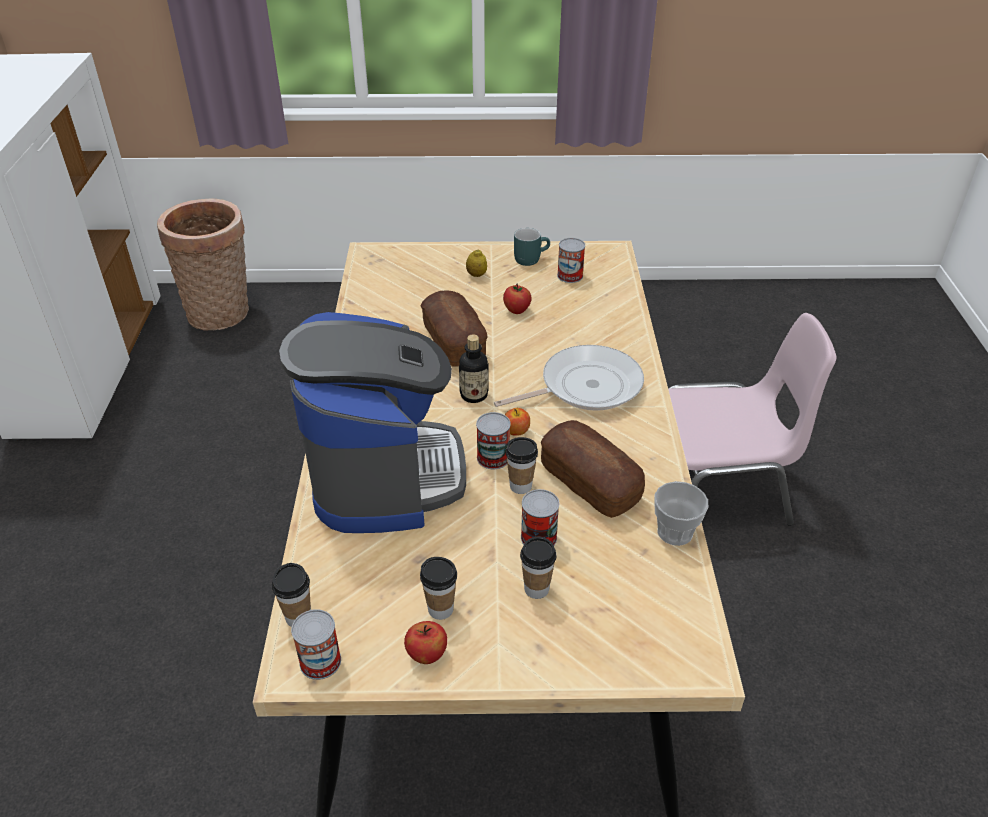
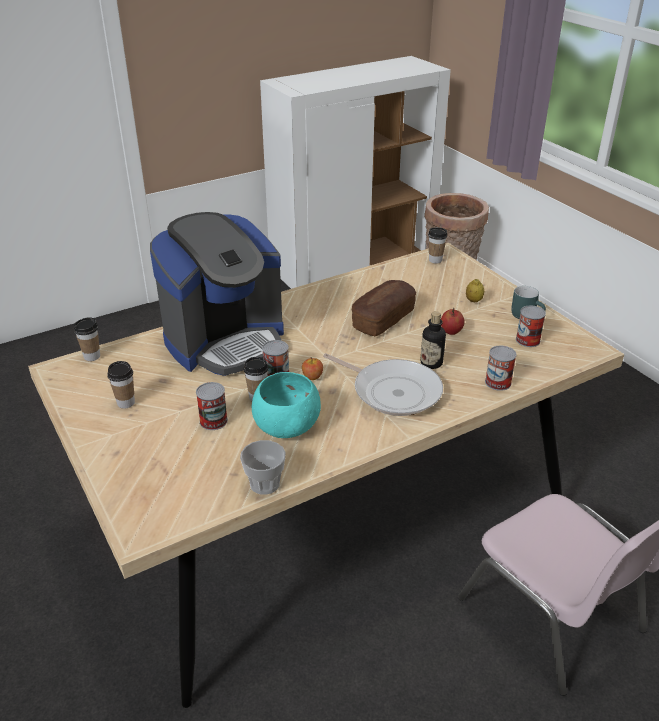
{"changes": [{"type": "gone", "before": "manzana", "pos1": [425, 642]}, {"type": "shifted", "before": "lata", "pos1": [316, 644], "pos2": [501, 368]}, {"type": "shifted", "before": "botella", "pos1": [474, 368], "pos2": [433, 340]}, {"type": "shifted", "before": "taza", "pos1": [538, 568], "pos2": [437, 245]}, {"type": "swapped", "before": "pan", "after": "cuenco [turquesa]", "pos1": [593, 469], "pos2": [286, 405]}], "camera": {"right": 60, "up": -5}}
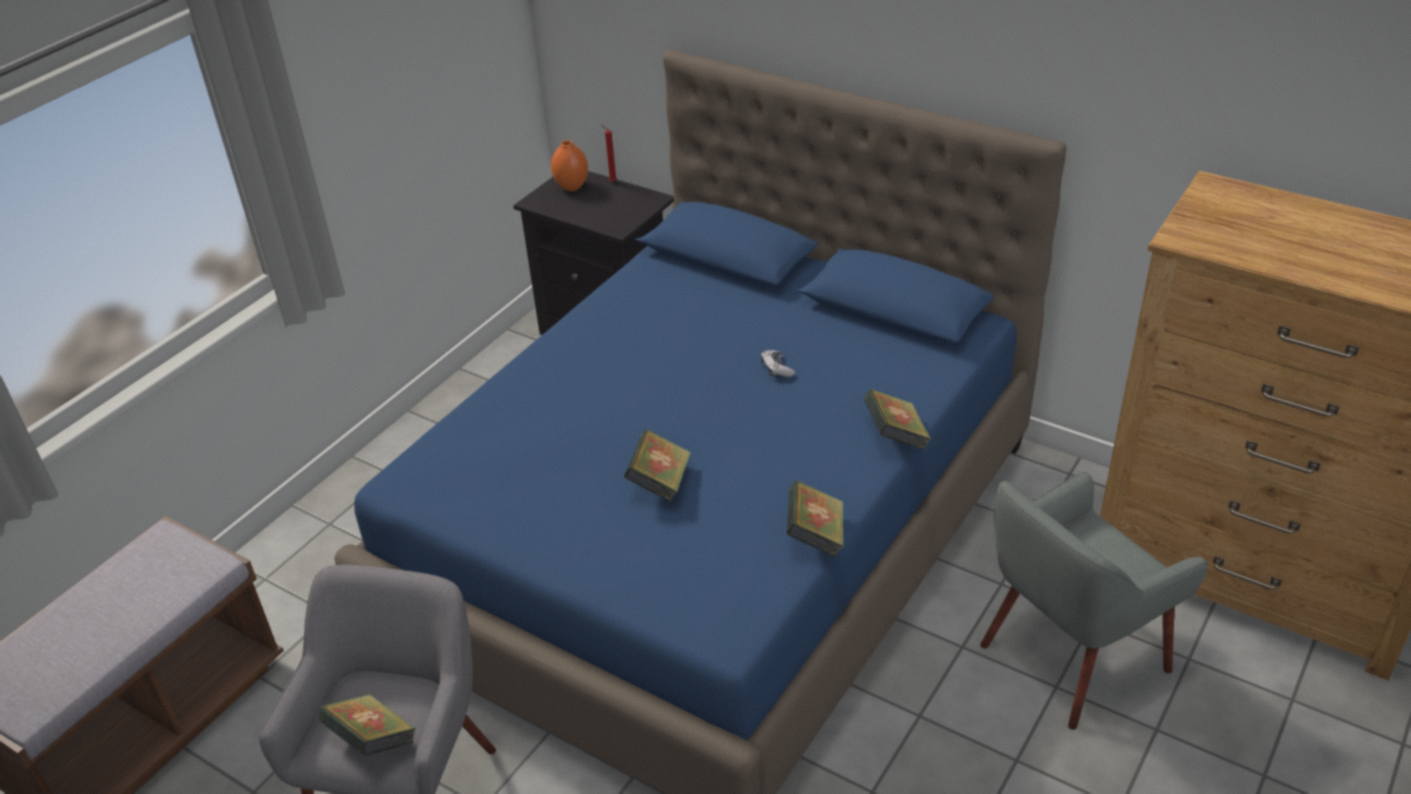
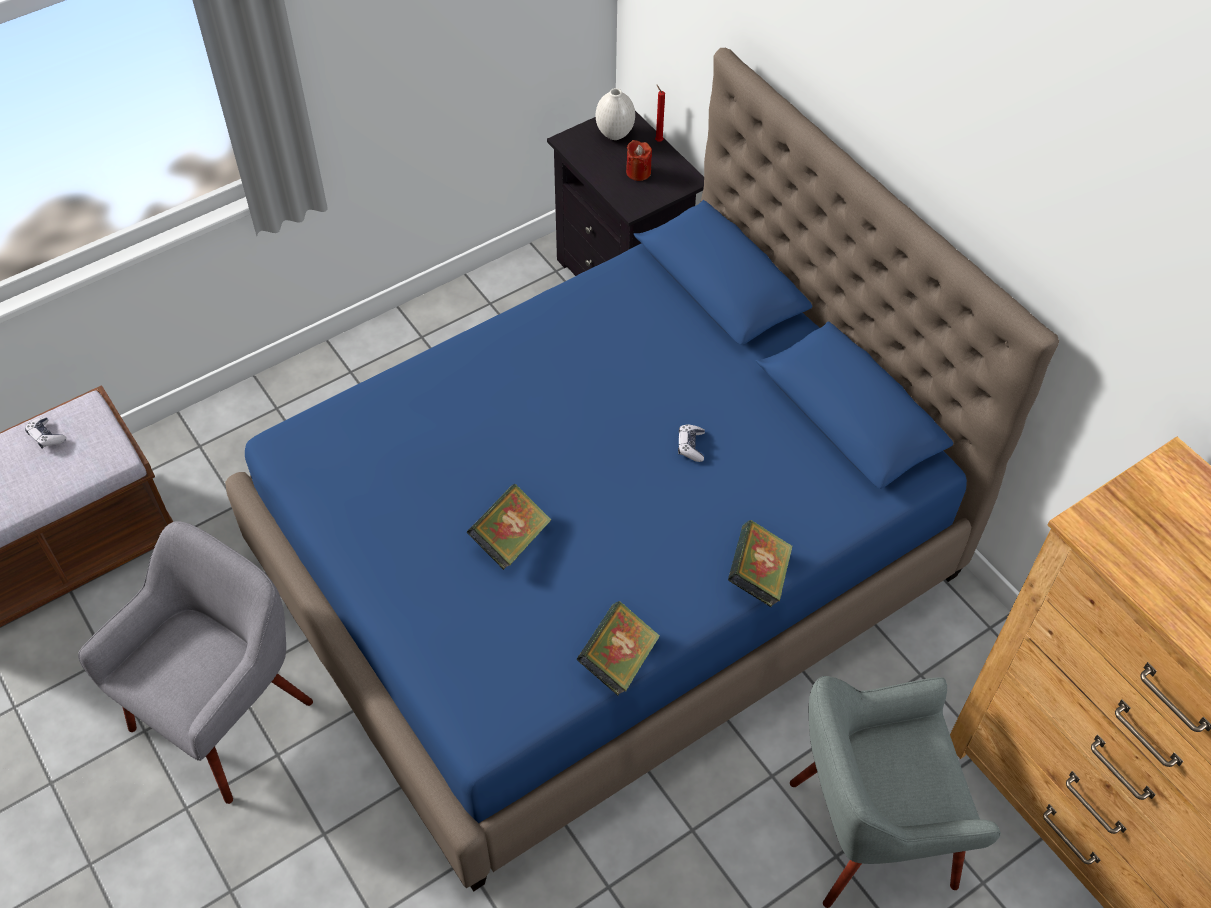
{"changes": [{"type": "gone", "before": "libro", "pos1": [367, 725]}, {"type": "new", "after": "mando de consola", "pos2": [45, 433]}, {"type": "new", "after": "vela [rojo]", "pos2": [639, 160]}, {"type": "repainted", "before": "florero [naranja]", "after": "florero [blanco]", "pos1": [569, 165], "pos2": [615, 114]}], "camera": {"right": 20, "up": 15}}
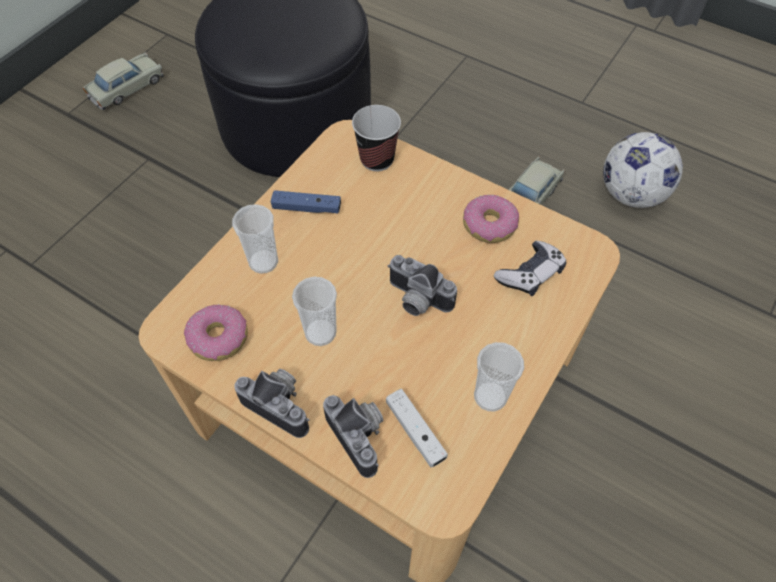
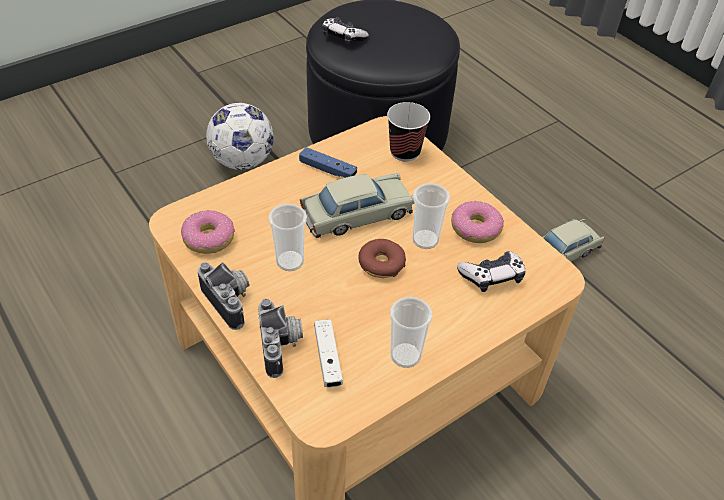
{"changes": [{"type": "new", "after": "mando de consola", "pos2": [345, 31]}, {"type": "shifted", "before": "coche de juguete [beis]", "pos1": [123, 81], "pos2": [357, 205]}, {"type": "shifted", "before": "taza", "pos1": [255, 239], "pos2": [431, 216]}, {"type": "shifted", "before": "balón de fútbol", "pos1": [643, 170], "pos2": [240, 136]}, {"type": "swapped", "before": "cámara", "after": "rosquilla", "pos1": [422, 285], "pos2": [382, 258]}], "camera": {"right": 20, "up": -10}}
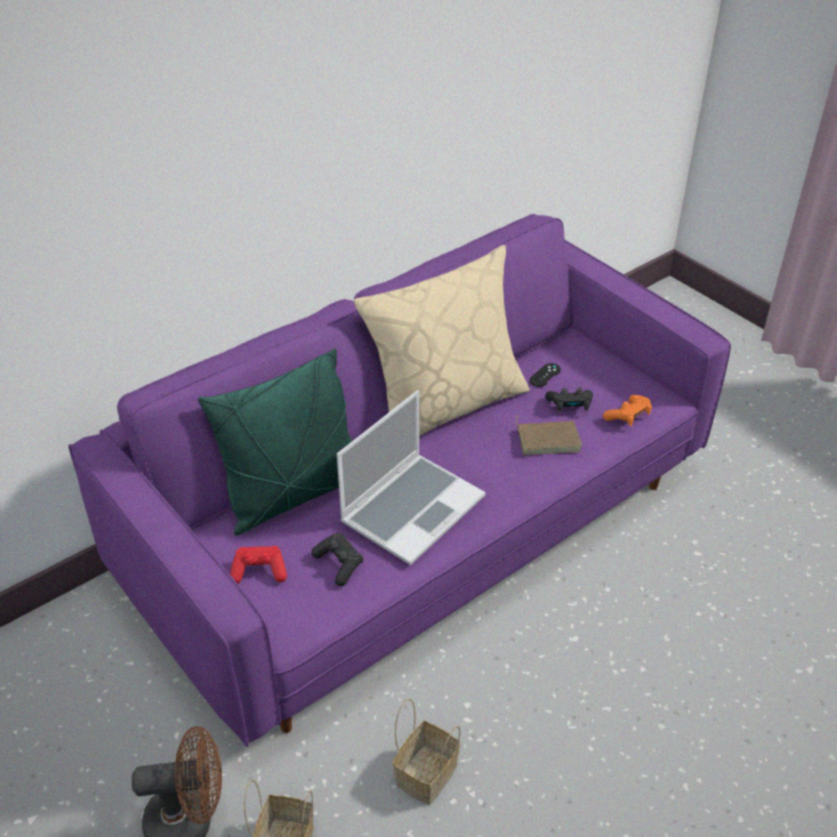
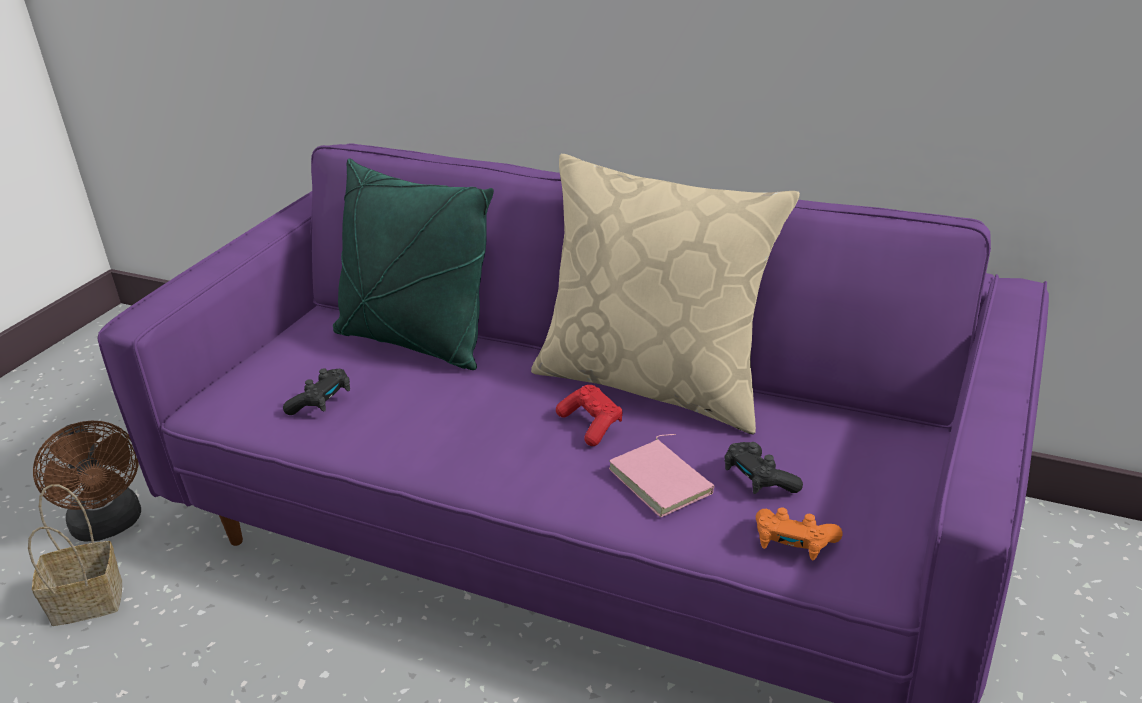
{"changes": [{"type": "gone", "before": "portátil", "pos1": [411, 477]}, {"type": "gone", "before": "cesta", "pos1": [426, 751]}, {"type": "gone", "before": "mando de consola [negro]", "pos1": [545, 375]}, {"type": "shifted", "before": "mando de consola [rojo]", "pos1": [258, 564], "pos2": [589, 415]}, {"type": "repainted", "before": "libro [marrón]", "after": "libro [rosa]", "pos1": [549, 435], "pos2": [661, 475]}], "camera": {"right": 65, "up": -10}}
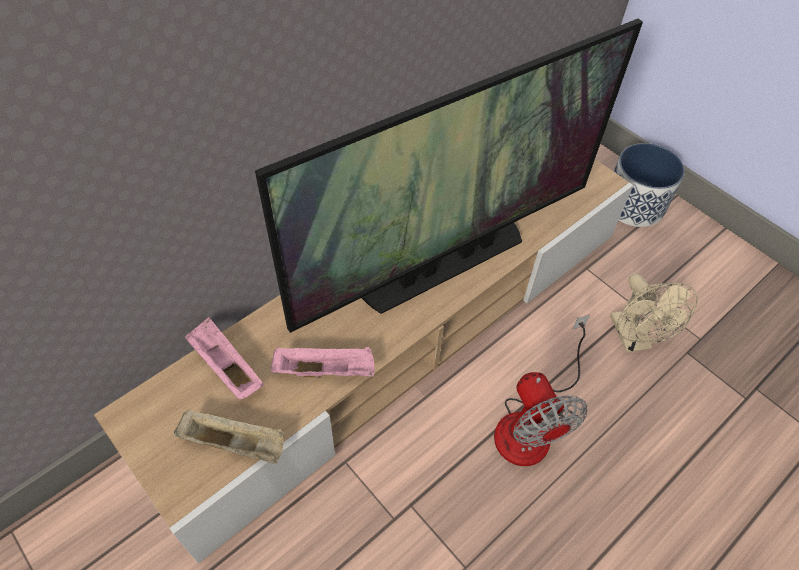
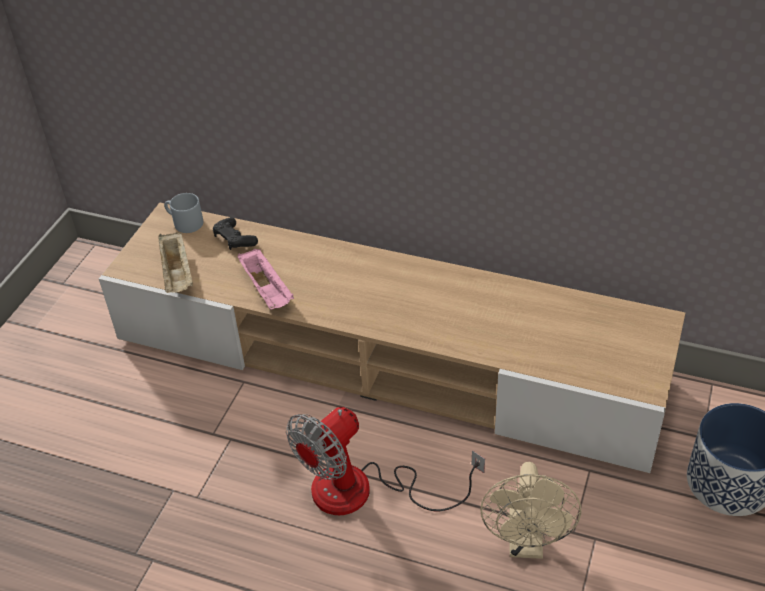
{"changes": [{"type": "gone", "before": "televisor", "pos1": [449, 175]}, {"type": "new", "after": "taza grande [gris]", "pos2": [183, 213]}, {"type": "swapped", "before": "bandeja [rosa]", "after": "mando de consola [negro]", "pos1": [224, 358], "pos2": [235, 233]}, {"type": "rotated", "before": "ventilador [beis]", "pos1": [654, 313], "pos2": [530, 510], "turn": -45}], "camera": {"right": 65, "up": -10}}
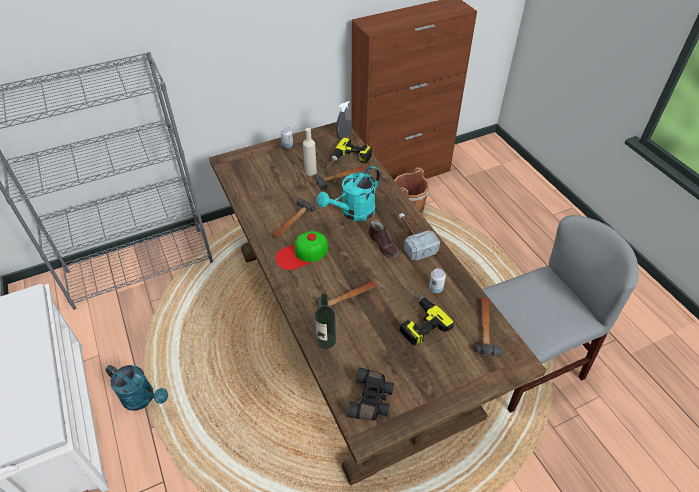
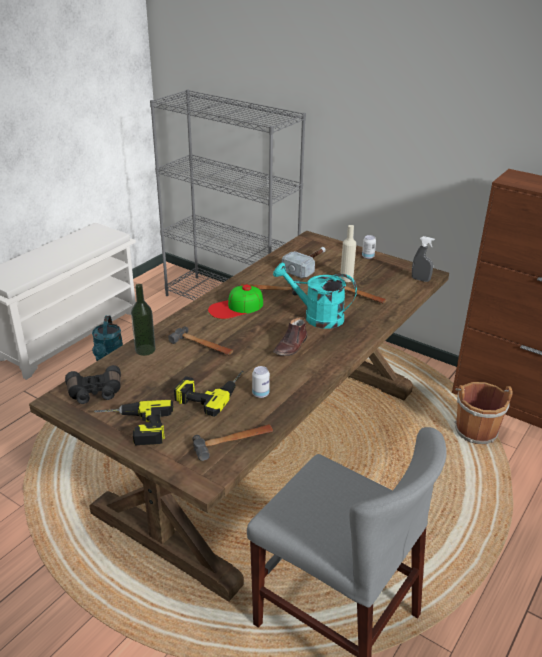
{"changes": [{"type": "shifted", "before": "taladro", "pos1": [349, 153], "pos2": [133, 423]}, {"type": "shifted", "before": "martillo", "pos1": [419, 236], "pos2": [304, 262]}, {"type": "rotated", "before": "gorra", "pos1": [301, 250], "pos2": [235, 301], "turn": -60}], "camera": {"right": 60, "up": -15}}
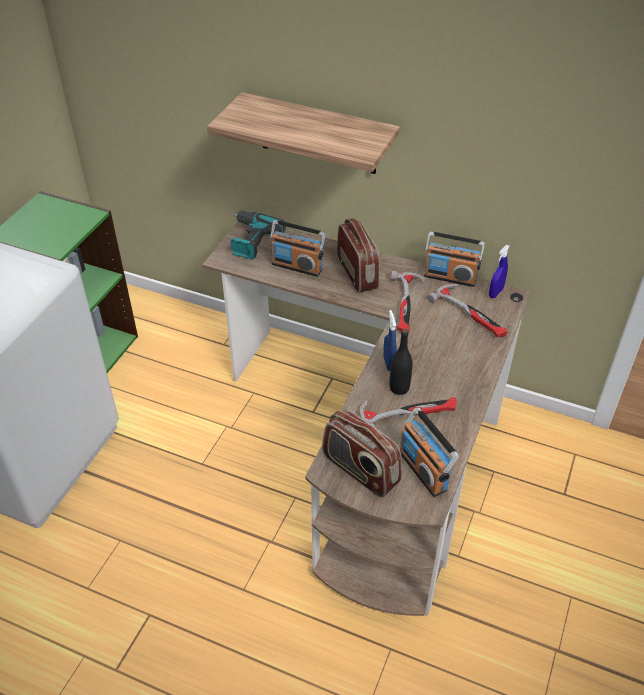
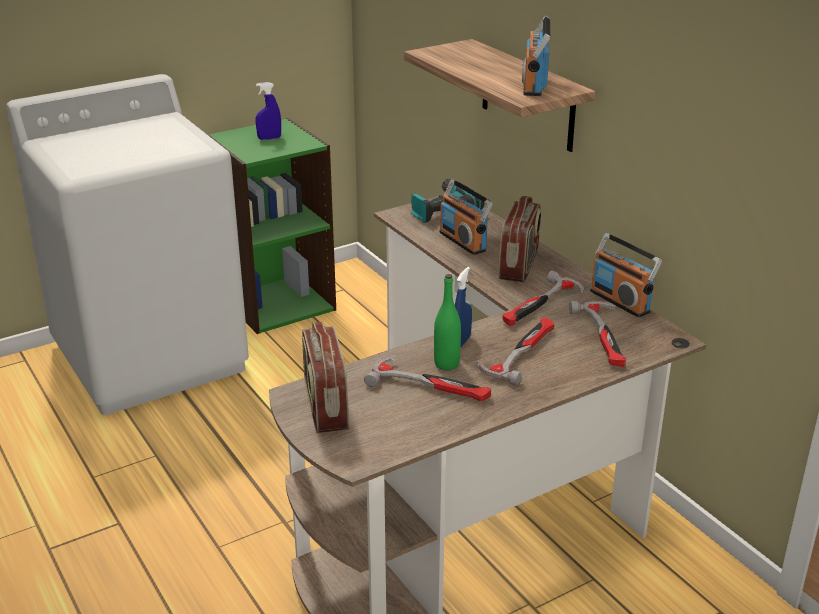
{"changes": [{"type": "new", "after": "martillo", "pos2": [515, 351]}, {"type": "shifted", "before": "radio", "pos1": [429, 452], "pos2": [536, 55]}, {"type": "shifted", "before": "pulverizador [azul]", "pos1": [499, 271], "pos2": [268, 111]}, {"type": "repainted", "before": "botella [negro]", "after": "botella [verde]", "pos1": [401, 362], "pos2": [447, 322]}], "camera": {"right": 35, "up": -15}}
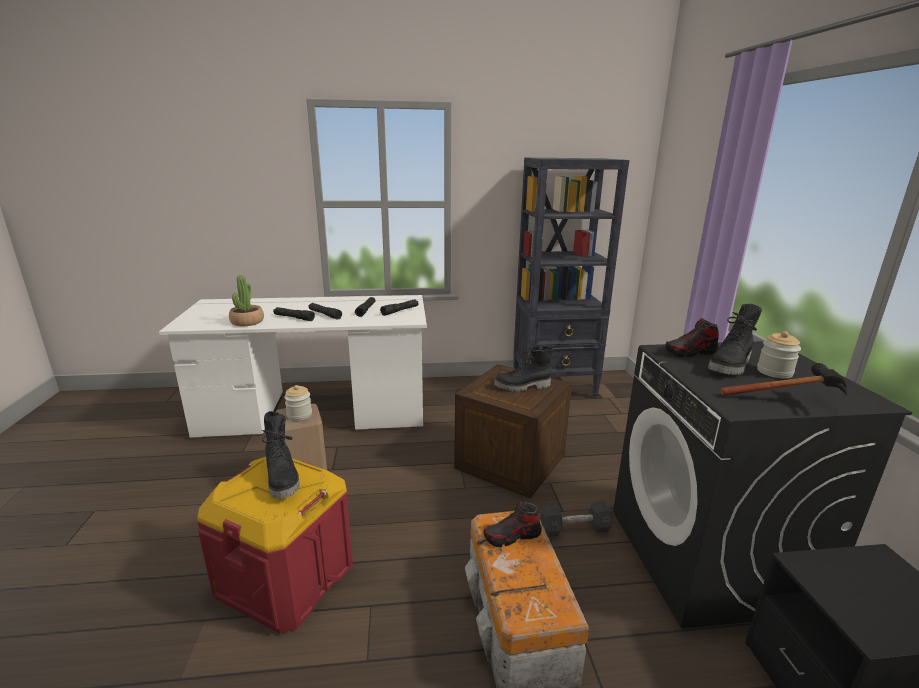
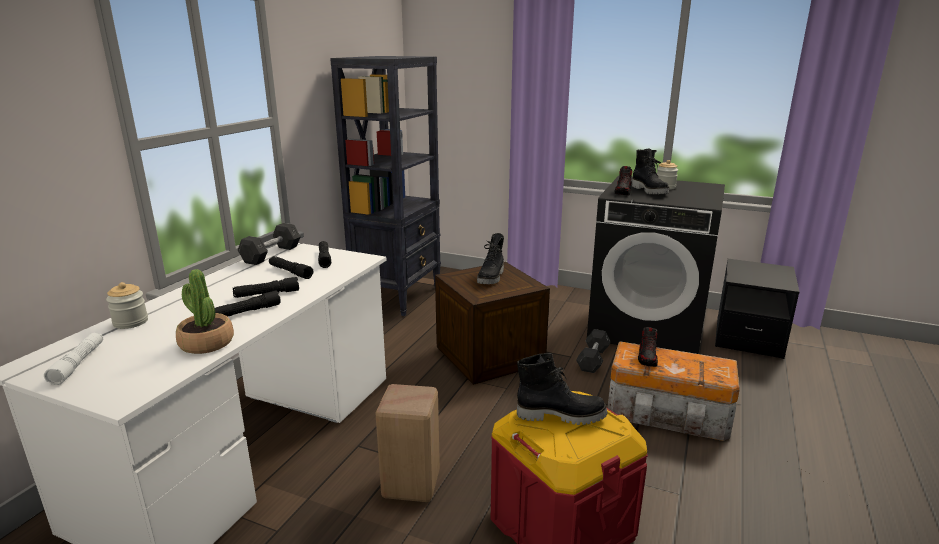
{"changes": [{"type": "gone", "before": "martillo", "pos1": [784, 379]}, {"type": "new", "after": "linterna [blanco]", "pos2": [73, 359]}, {"type": "new", "after": "mancuerna [gris]", "pos2": [269, 244]}, {"type": "shifted", "before": "tarro", "pos1": [298, 403], "pos2": [127, 305]}], "camera": {"right": -60, "up": 0}}
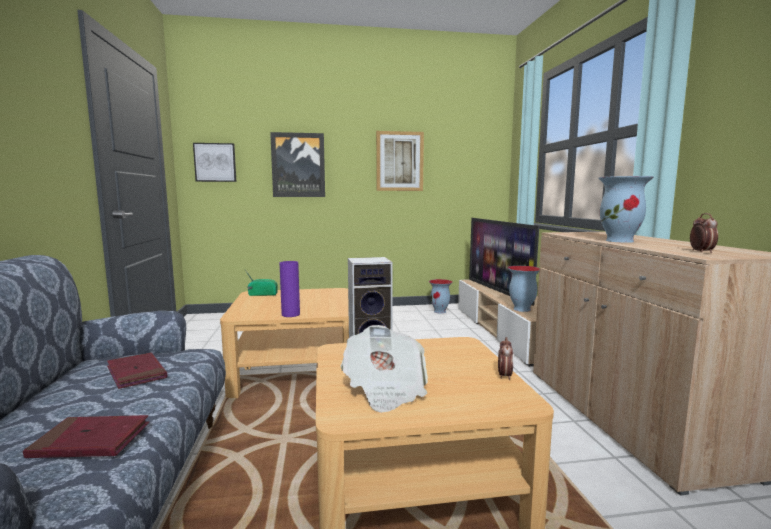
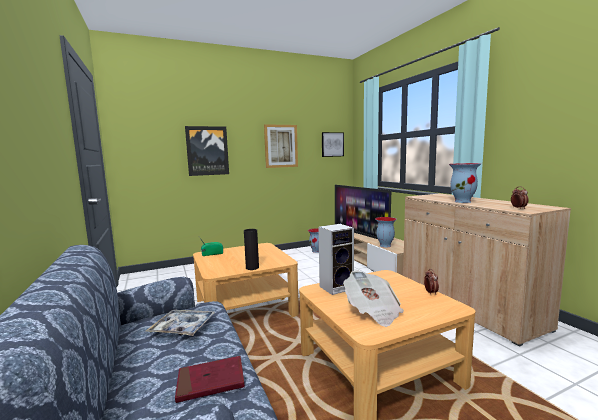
{"changes": [{"type": "shifted", "before": "cuadro", "pos1": [214, 162], "pos2": [333, 144]}, {"type": "swapped", "before": "libro [rojo]", "after": "bandeja", "pos1": [137, 371], "pos2": [180, 323]}, {"type": "repainted", "before": "florero [morado]", "after": "florero [negro]", "pos1": [290, 289], "pos2": [251, 249]}], "camera": {"right": -15, "up": 0}}
